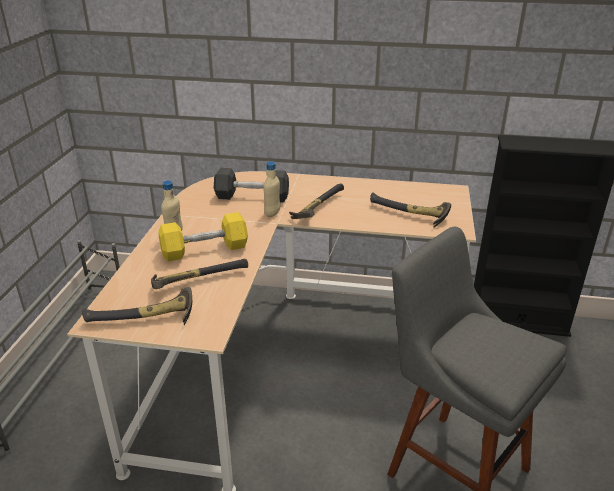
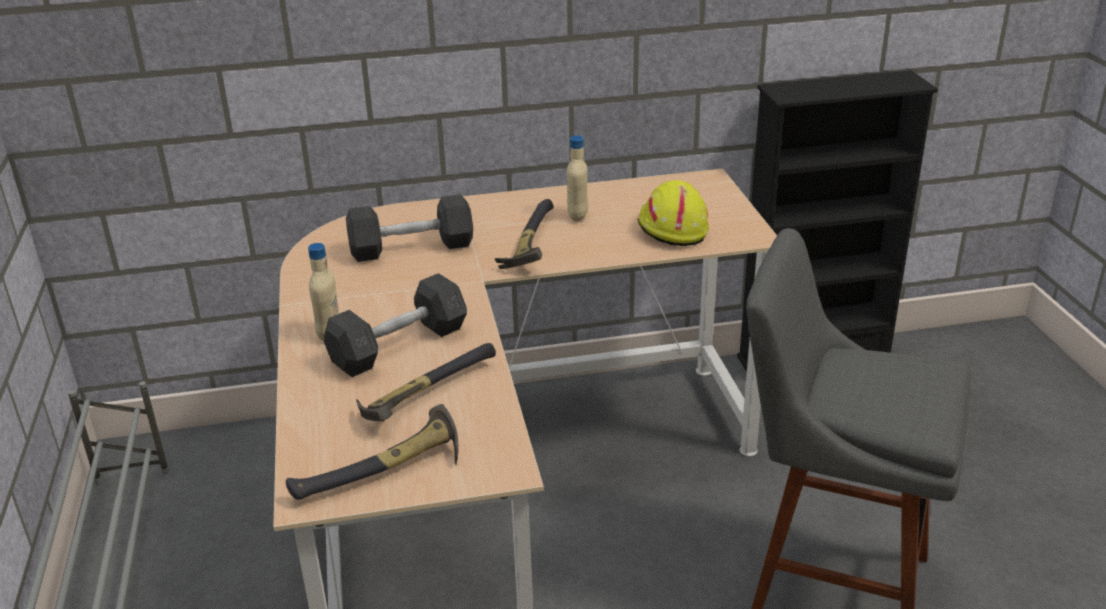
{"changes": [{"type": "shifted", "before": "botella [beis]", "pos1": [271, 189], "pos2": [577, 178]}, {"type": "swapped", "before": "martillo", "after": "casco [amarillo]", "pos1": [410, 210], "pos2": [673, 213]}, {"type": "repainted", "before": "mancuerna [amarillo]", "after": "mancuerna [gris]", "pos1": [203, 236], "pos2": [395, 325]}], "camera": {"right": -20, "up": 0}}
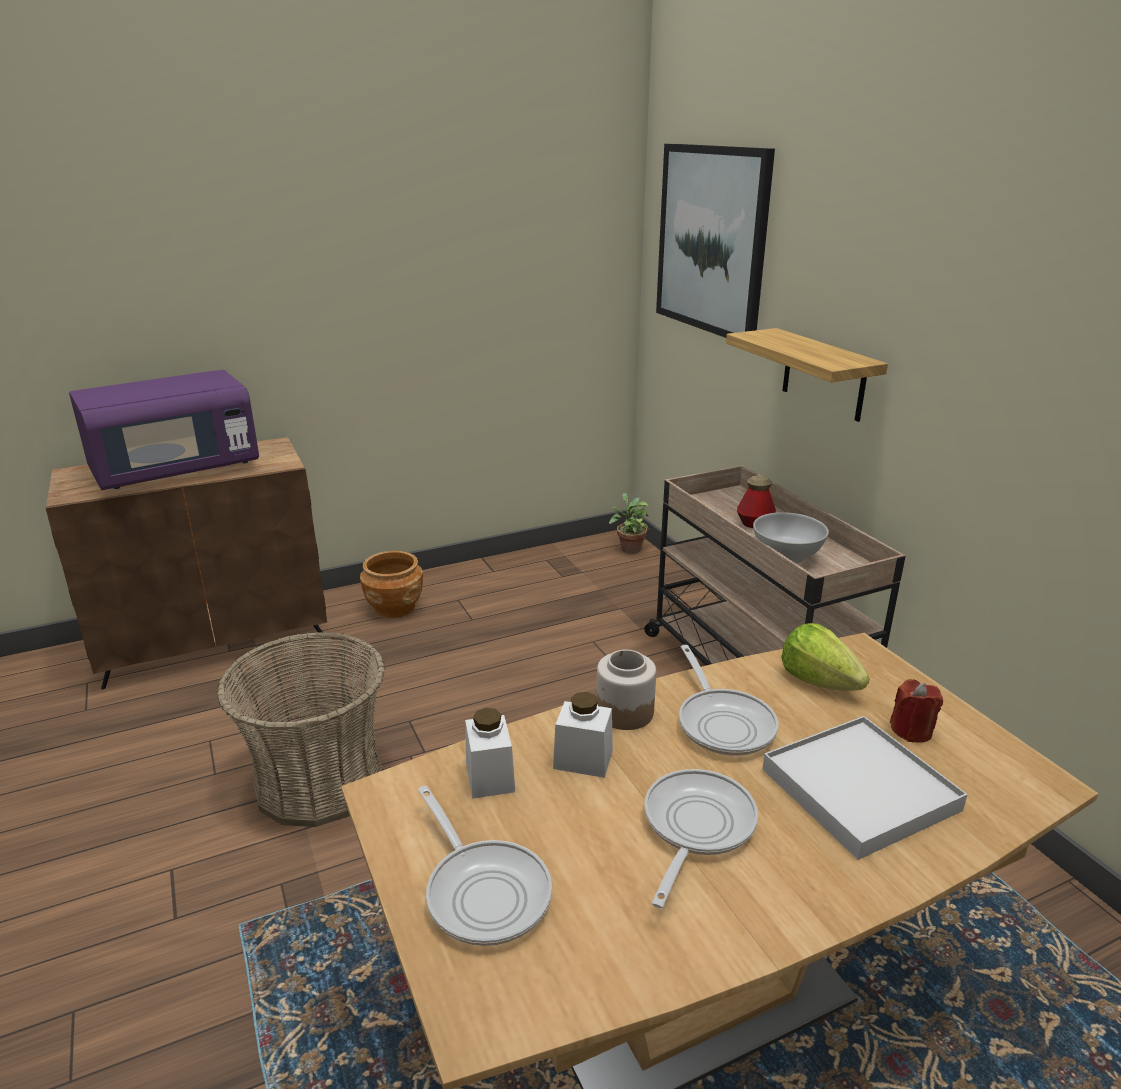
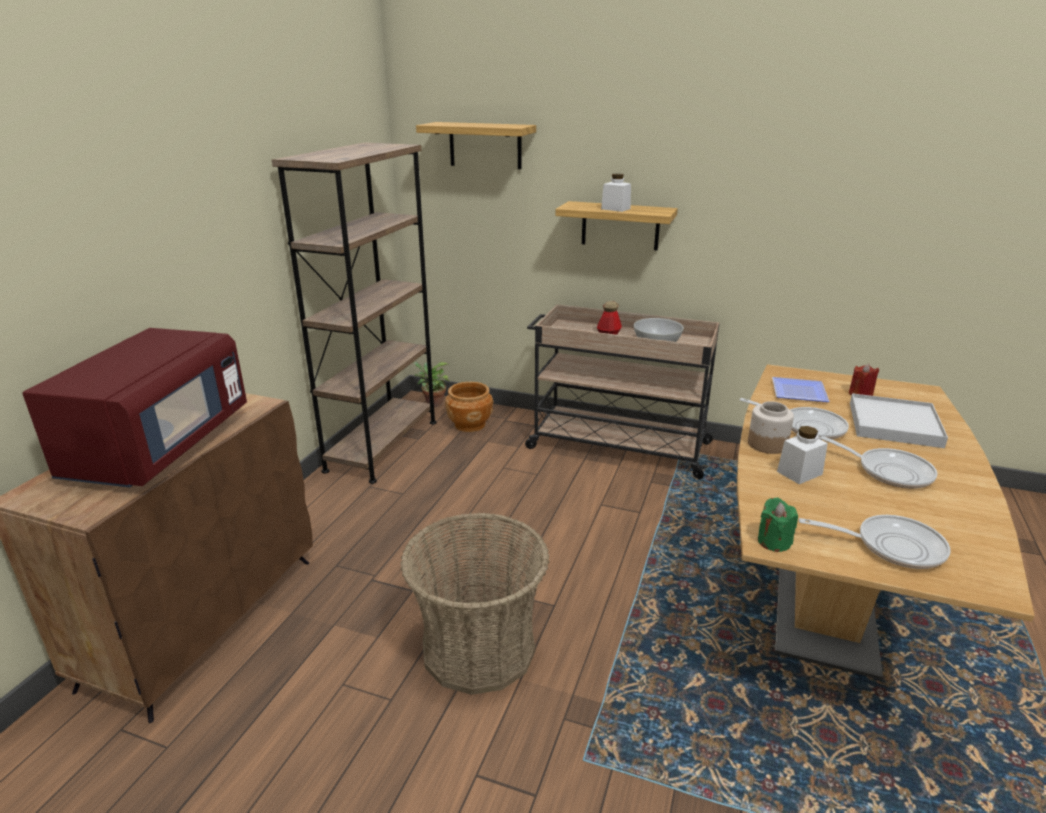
{"changes": [{"type": "new", "after": "estantería [marrón]", "pos2": [354, 313]}, {"type": "new", "after": "vela [verde]", "pos2": [778, 525]}, {"type": "shifted", "before": "maceta [marrón]", "pos1": [391, 584], "pos2": [469, 407]}, {"type": "shifted", "before": "tarro [blanco]", "pos1": [490, 753], "pos2": [616, 193]}, {"type": "swapped", "before": "cuadro", "after": "estante", "pos1": [715, 241], "pos2": [476, 145]}, {"type": "swapped", "before": "lechuga", "after": "plato", "pos1": [825, 657], "pos2": [801, 389]}, {"type": "repainted", "before": "microondas [morado]", "after": "microondas [rojo]", "pos1": [164, 430], "pos2": [135, 408]}, {"type": "rotated", "before": "sartén", "pos1": [701, 838], "pos2": [877, 461], "turn": 150}], "camera": {"right": -45, "up": 0}}
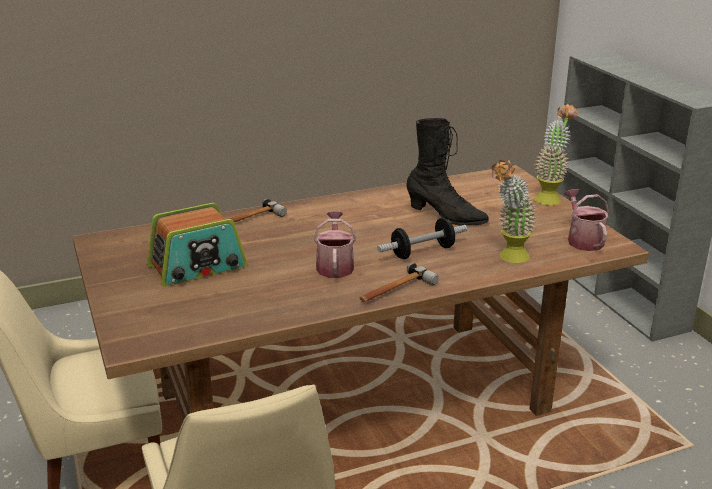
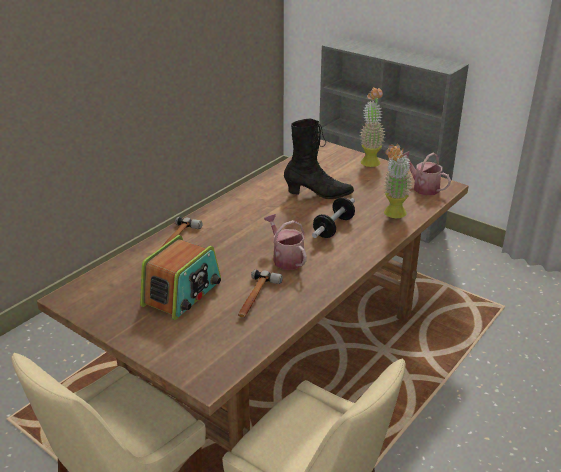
{"changes": [{"type": "shifted", "before": "martillo", "pos1": [399, 282], "pos2": [260, 293]}], "camera": {"right": -30, "up": 5}}
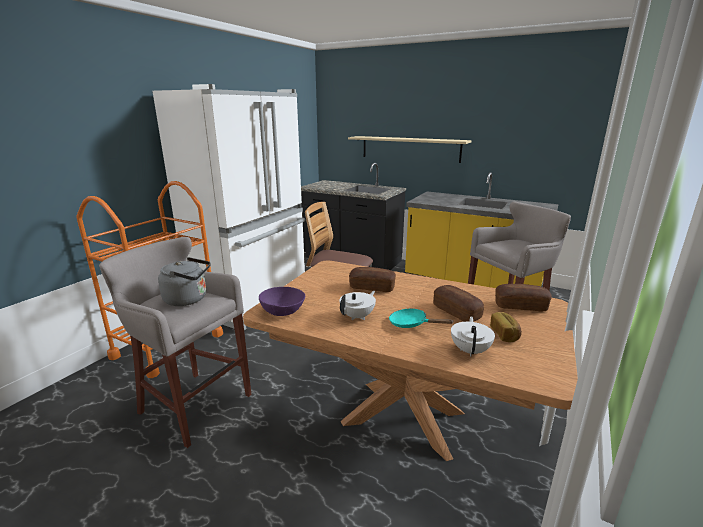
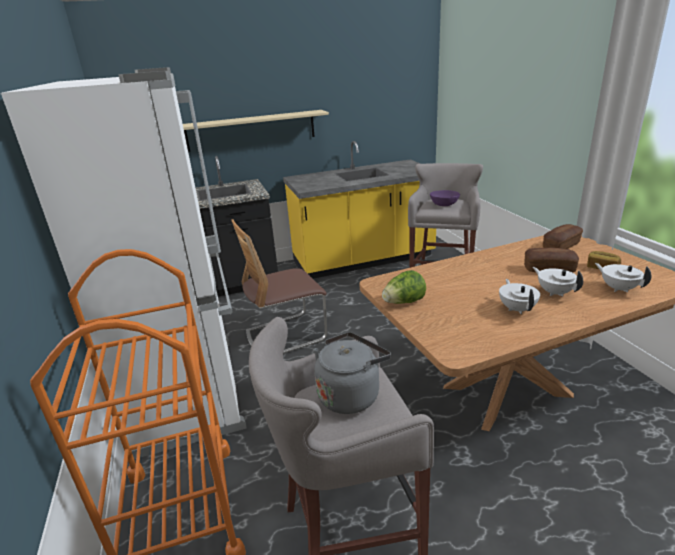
{"changes": [{"type": "gone", "before": "pan", "pos1": [372, 279]}, {"type": "new", "after": "lechuga", "pos2": [404, 287]}, {"type": "shifted", "before": "cuenco [morado]", "pos1": [282, 301], "pos2": [445, 198]}, {"type": "swapped", "before": "sartén [turquesa]", "after": "tetera [blanco]", "pos1": [421, 318], "pos2": [558, 281]}], "camera": {"right": -45, "up": 5}}
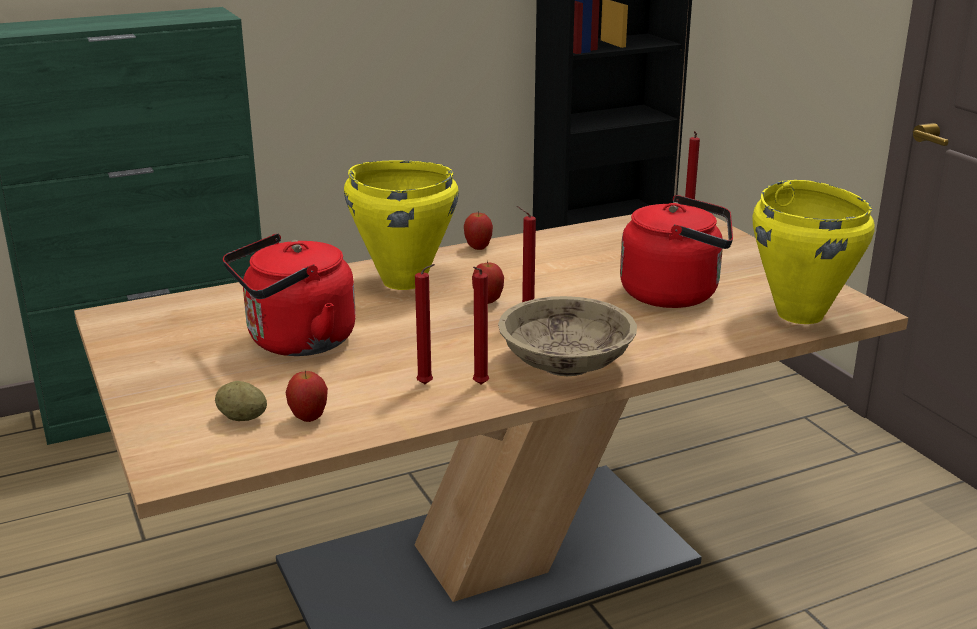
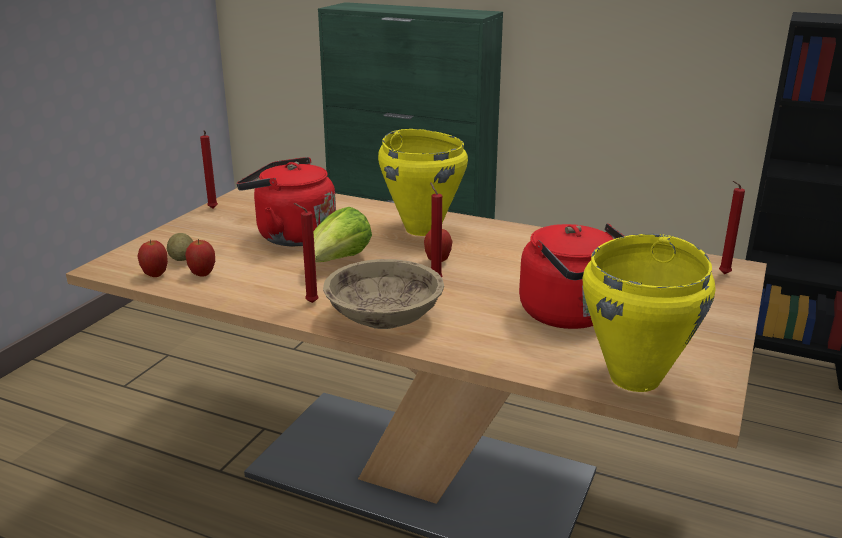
{"changes": [{"type": "new", "after": "lechuga", "pos2": [342, 234]}, {"type": "shifted", "before": "vela [rojo]", "pos1": [425, 324], "pos2": [209, 169]}, {"type": "shifted", "before": "manzana", "pos1": [478, 230], "pos2": [152, 258]}], "camera": {"right": 50, "up": 0}}
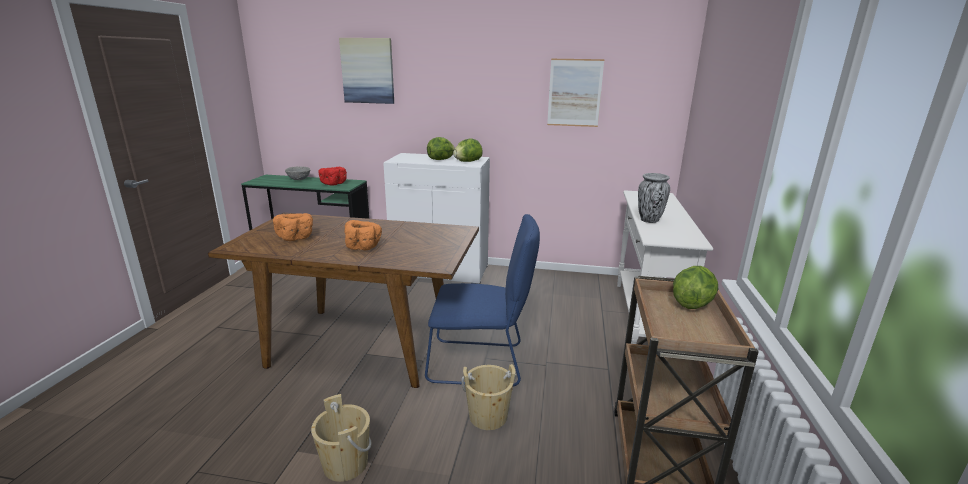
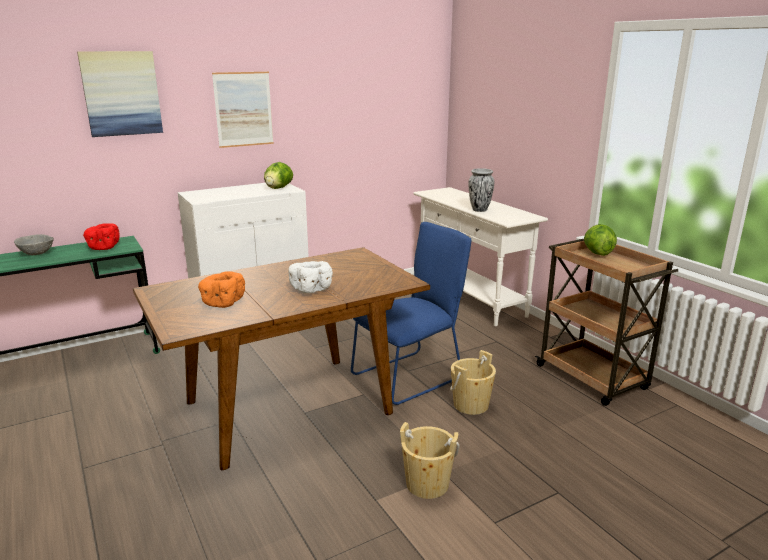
{"changes": [{"type": "gone", "before": "lechuga", "pos1": [441, 148]}, {"type": "shifted", "before": "cuadro", "pos1": [575, 93], "pos2": [243, 110]}, {"type": "repainted", "before": "cuenco [naranja]", "after": "cuenco [blanco]", "pos1": [363, 235], "pos2": [310, 277]}], "camera": {"right": -40, "up": 0}}
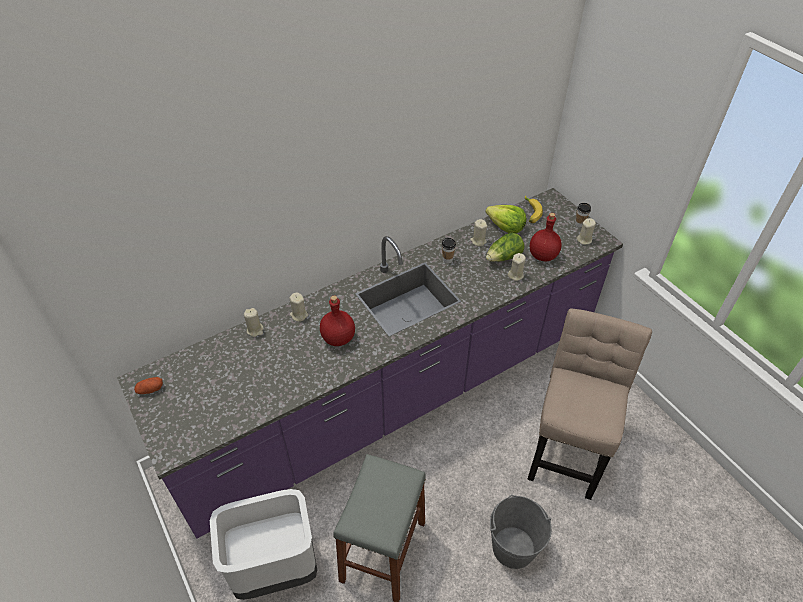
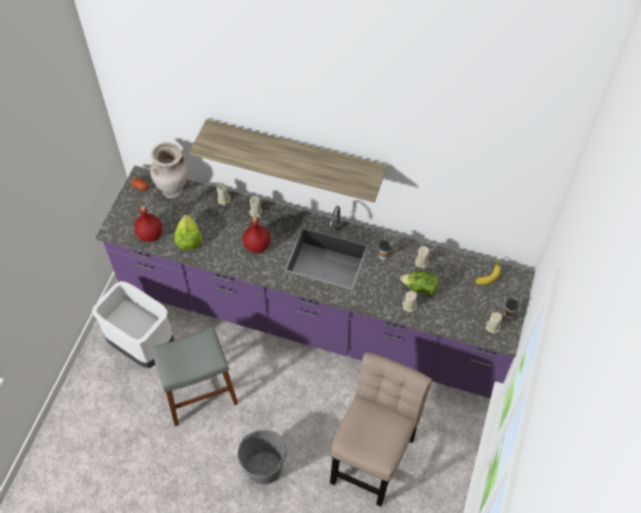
{"changes": [{"type": "new", "after": "florero [beis]", "pos2": [169, 170]}, {"type": "new", "after": "estante", "pos2": [288, 161]}, {"type": "shifted", "before": "lechuga", "pos1": [505, 219], "pos2": [188, 232]}, {"type": "shifted", "before": "botella [rojo]", "pos1": [546, 237], "pos2": [148, 224]}, {"type": "rotated", "before": "silla [beis]", "pos1": [590, 404], "pos2": [381, 429], "turn": -45}], "camera": {"right": 50, "up": 10}}
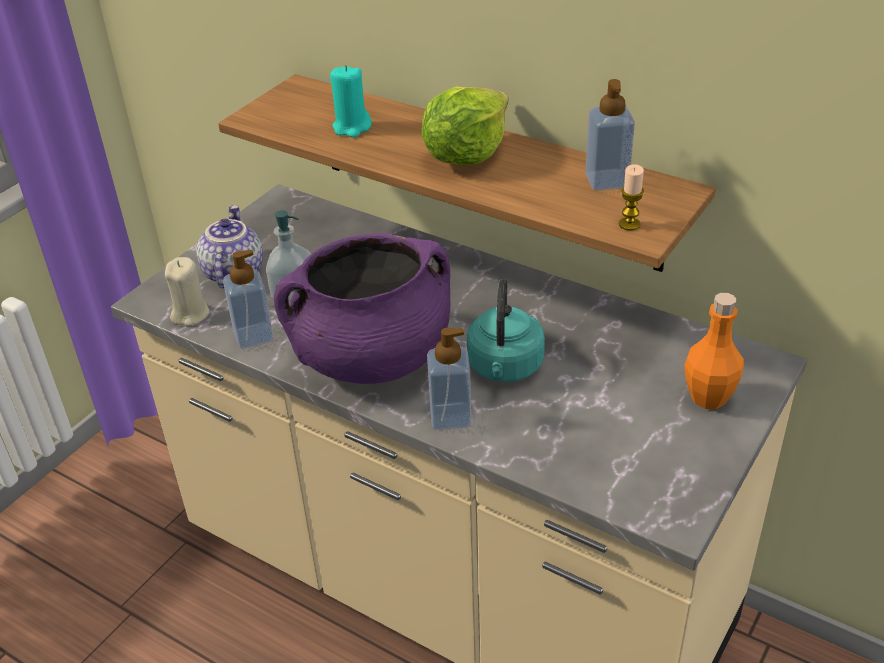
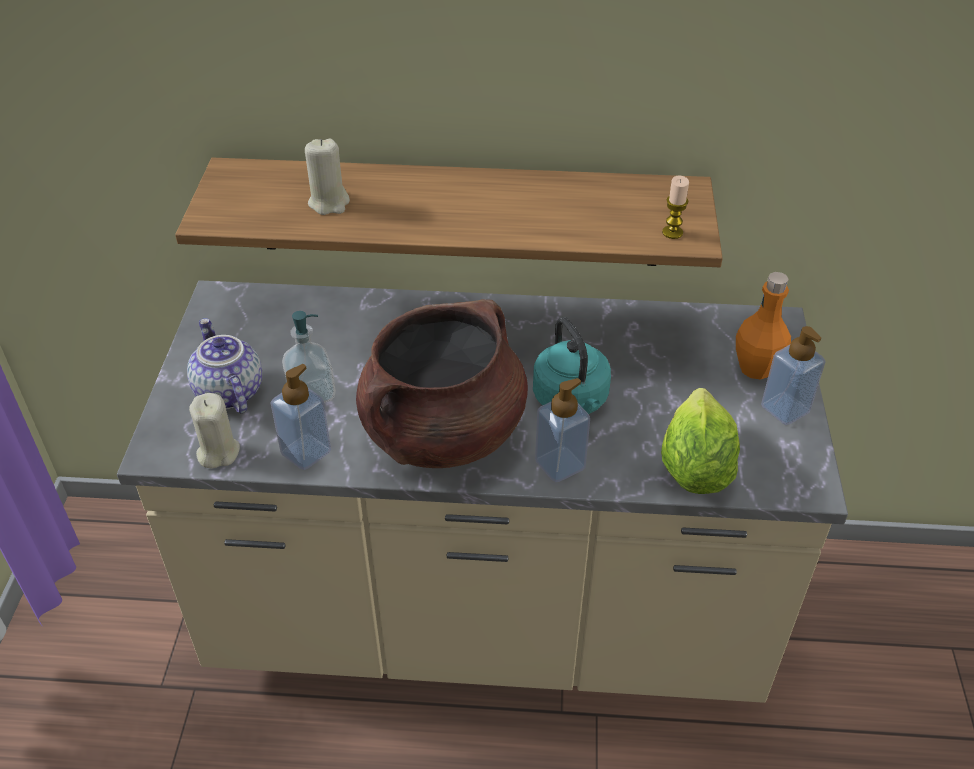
{"changes": [{"type": "shifted", "before": "lechuga", "pos1": [464, 126], "pos2": [700, 441]}, {"type": "shifted", "before": "dispensador de jabón", "pos1": [610, 135], "pos2": [793, 375]}, {"type": "repainted", "before": "olla [morado]", "after": "olla [marrón]", "pos1": [362, 308], "pos2": [442, 383]}, {"type": "repainted", "before": "vela [turquesa]", "after": "vela [beis]", "pos1": [351, 101], "pos2": [327, 176]}], "camera": {"right": -30, "up": 5}}
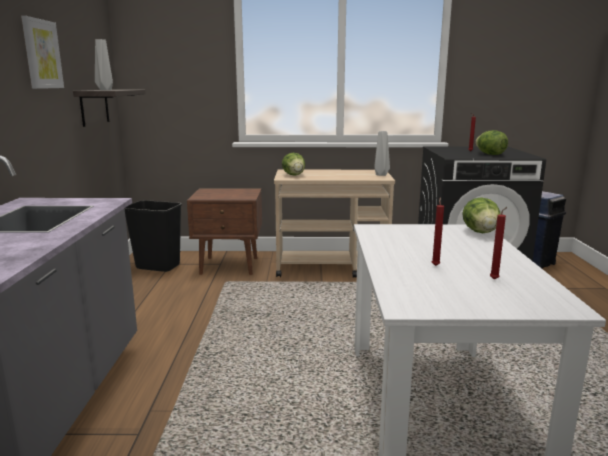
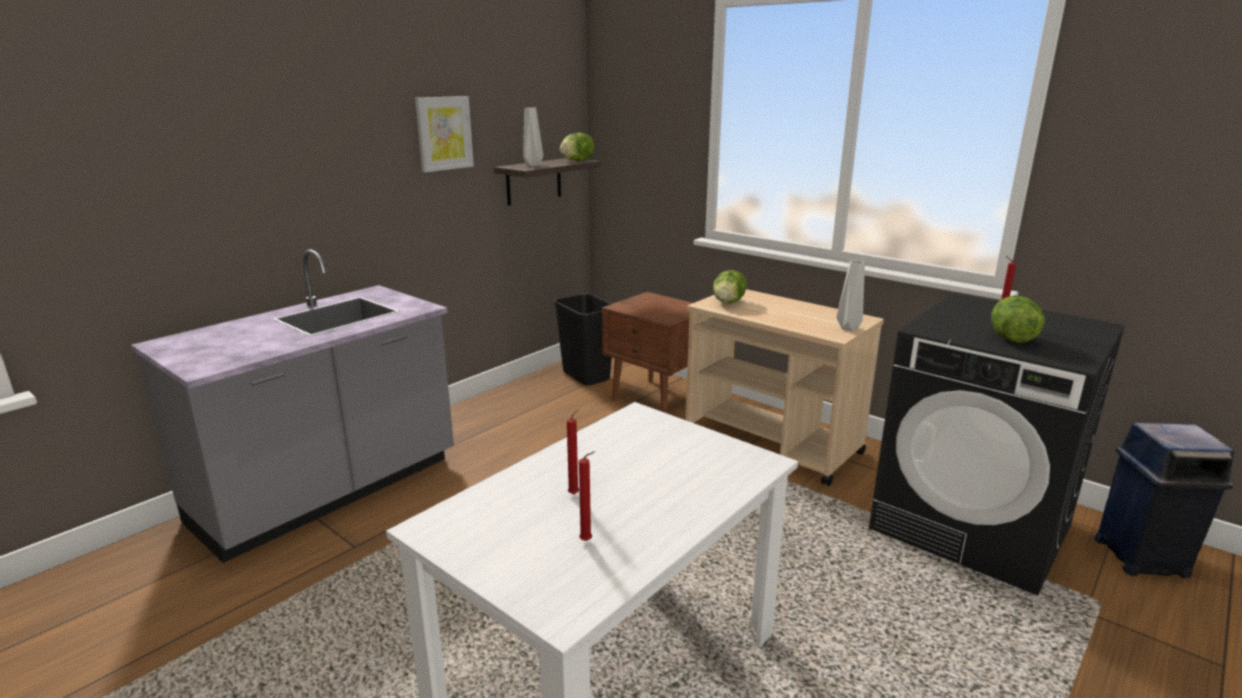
{"changes": [{"type": "shifted", "before": "lechuga", "pos1": [481, 215], "pos2": [577, 147]}], "camera": {"right": 40, "up": 5}}
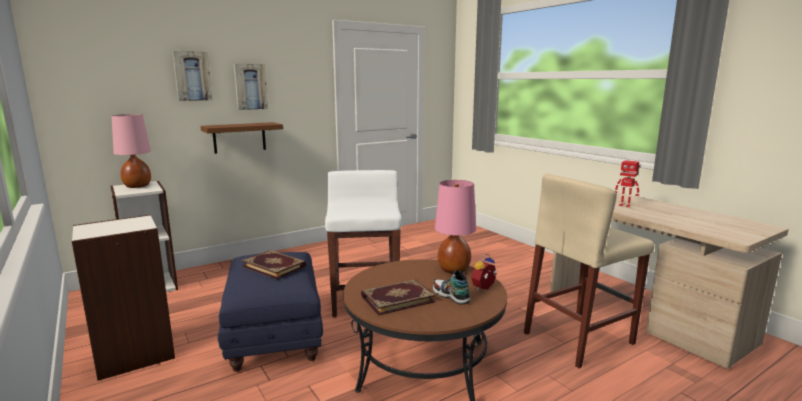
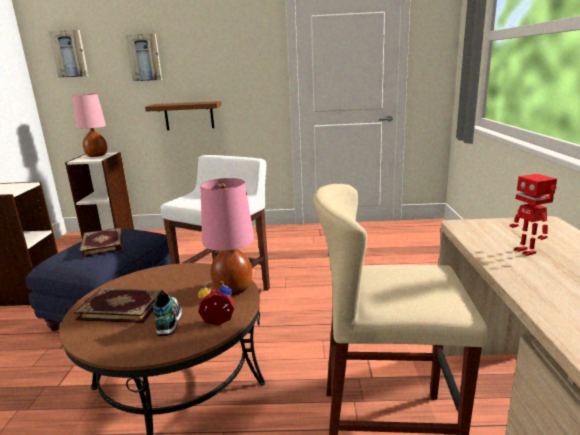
{"changes": [{"type": "shifted", "before": "cuadro", "pos1": [251, 87], "pos2": [68, 54]}], "camera": {"right": 35, "up": 5}}
